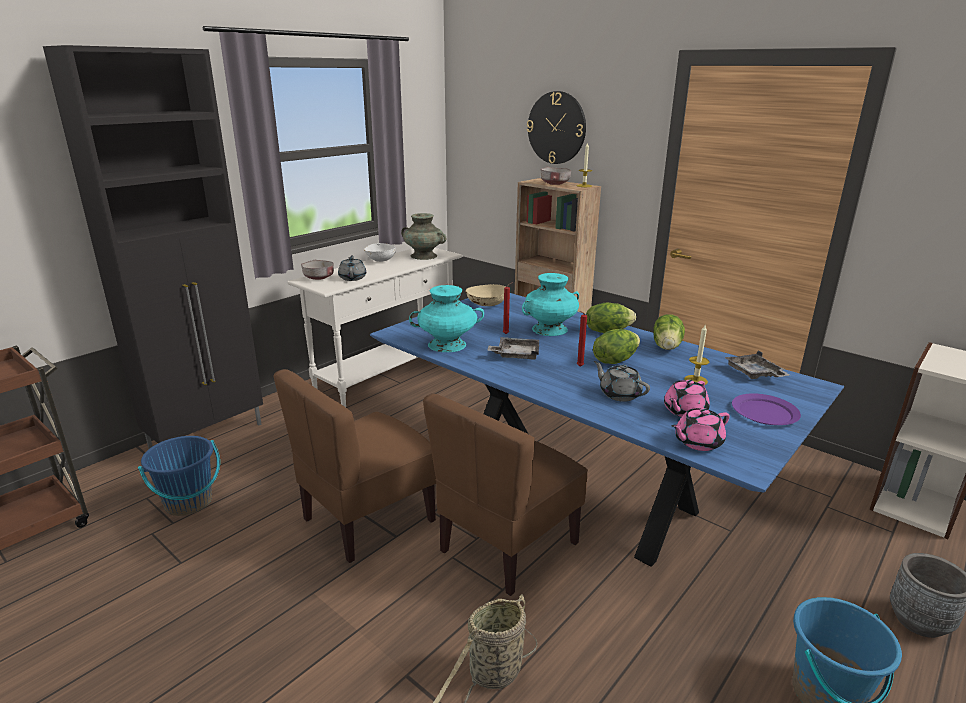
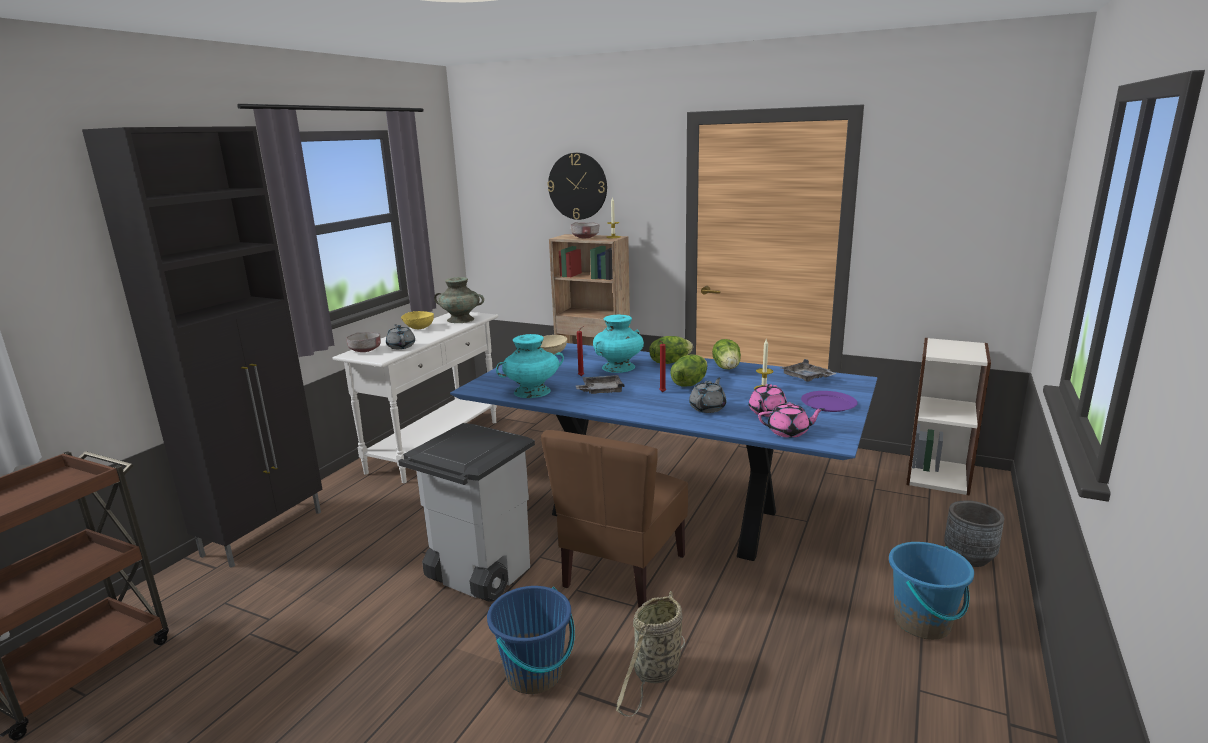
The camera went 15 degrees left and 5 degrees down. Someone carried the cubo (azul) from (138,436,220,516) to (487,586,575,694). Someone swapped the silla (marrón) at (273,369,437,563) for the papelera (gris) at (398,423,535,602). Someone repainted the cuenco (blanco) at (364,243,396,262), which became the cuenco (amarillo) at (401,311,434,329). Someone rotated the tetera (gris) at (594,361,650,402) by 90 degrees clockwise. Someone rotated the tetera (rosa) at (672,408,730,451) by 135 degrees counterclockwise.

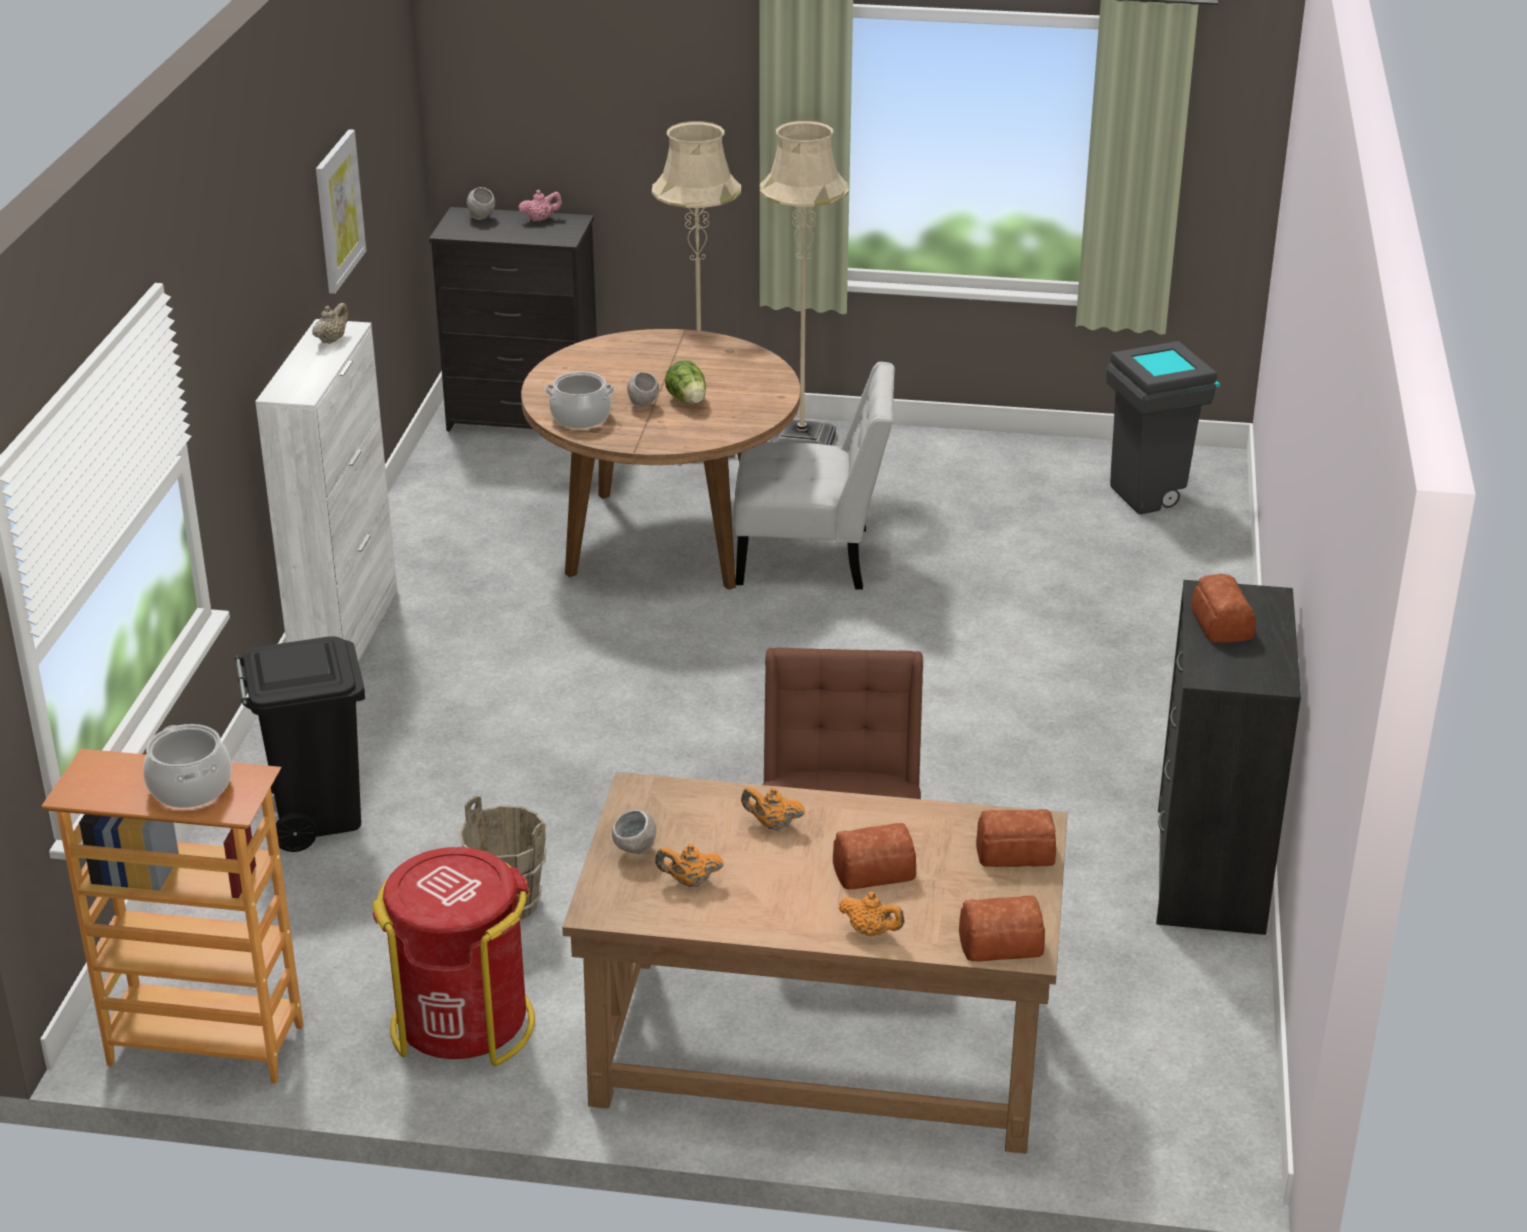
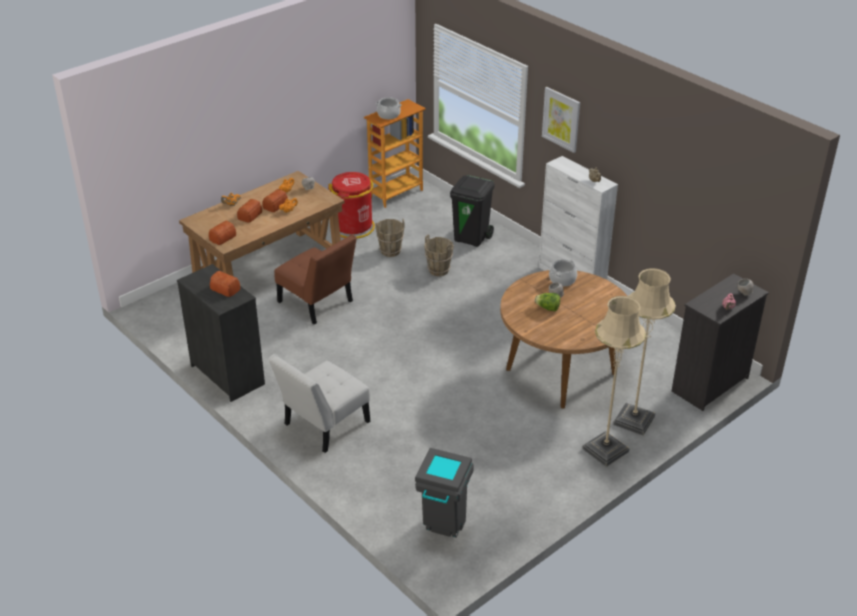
The camera went 130 degrees right and 5 degrees up. Someone carried the cuadro from (316,129,366,294) to (542,87,580,153). Someone carried the silla (blanco) from (734,362,895,590) to (268,354,370,453). Someone carried the pan from (959,896,1045,962) to (262,189,288,212). Someone put down the cubo (marrón) at (424,235,454,276).

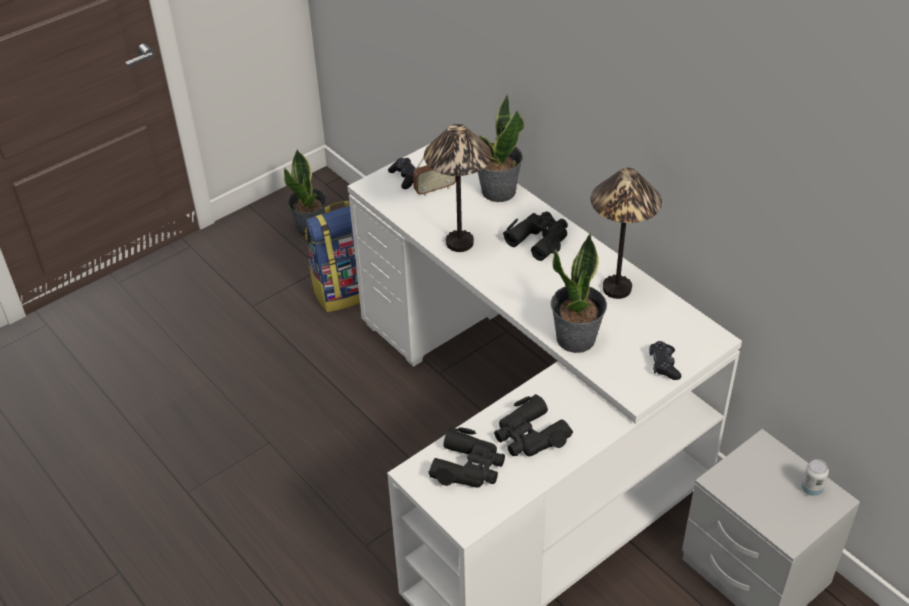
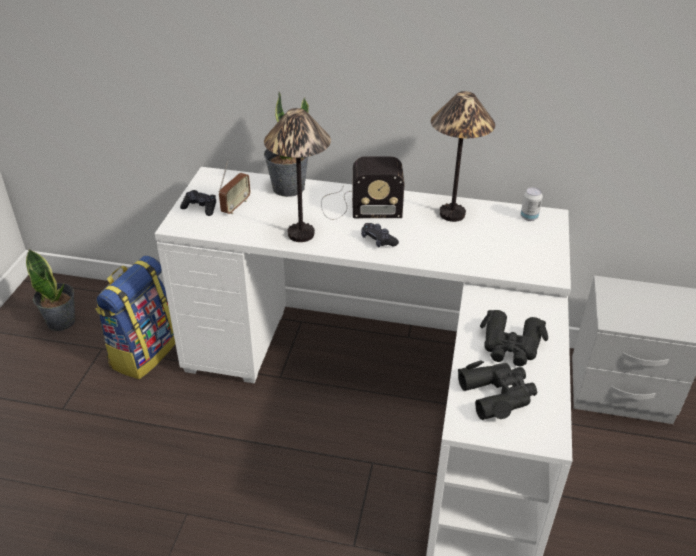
The camera went 40 degrees left and 5 degrees down. Someone swapped the prismáticos (negro) at (503,211,568,261) for the radio at (321,156,405,220). Someone took away the planta en maceta at (551,233,607,353). Someone carried the mando de consola (negro) from (649,341,681,380) to (361,223,399,248). Someone carried the lata from (801,459,829,496) to (521,187,543,221).

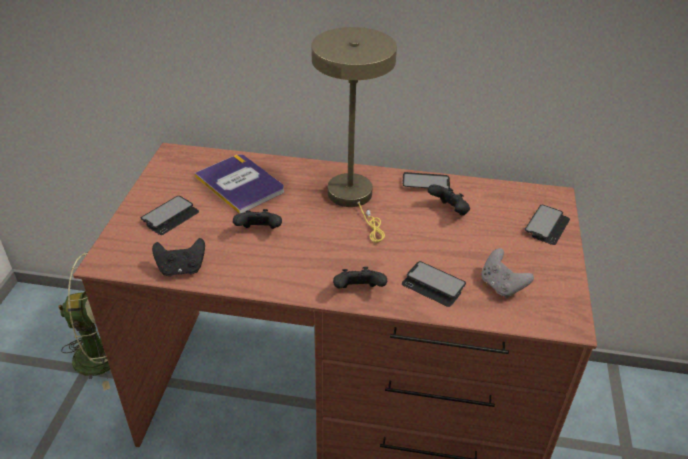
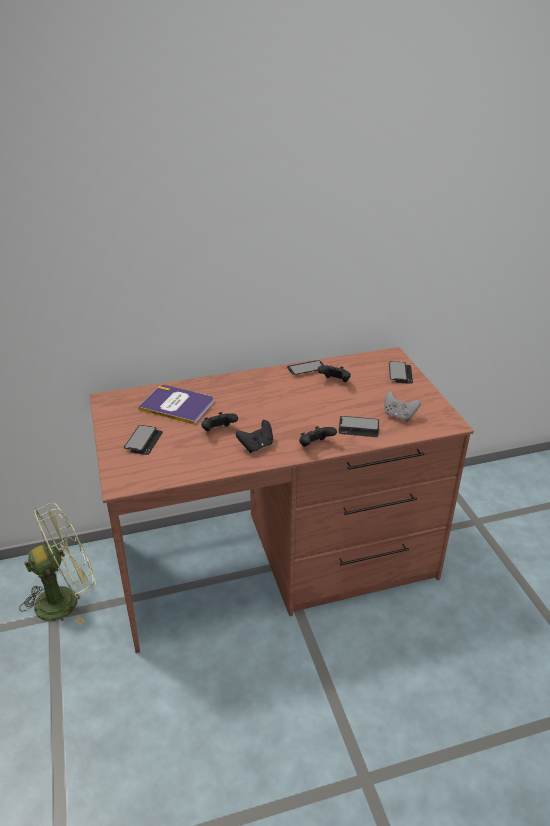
The camera went 25 degrees left and 5 degrees down. Someone carried the mando de consola (negro) from (152,238,205,276) to (236,420,273,453). Someone took away the lámpara de mesa (beis) at (311,27,397,243).

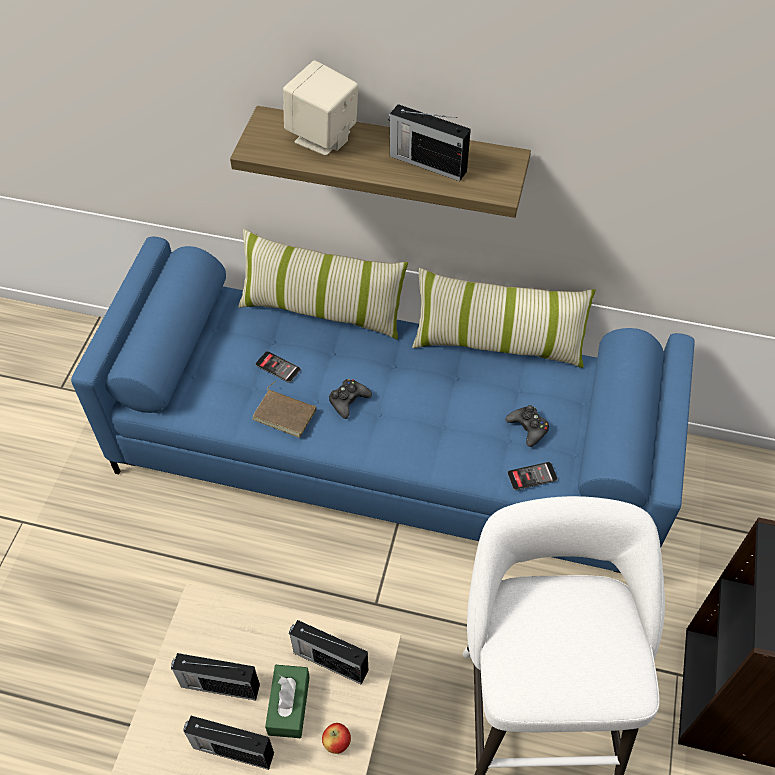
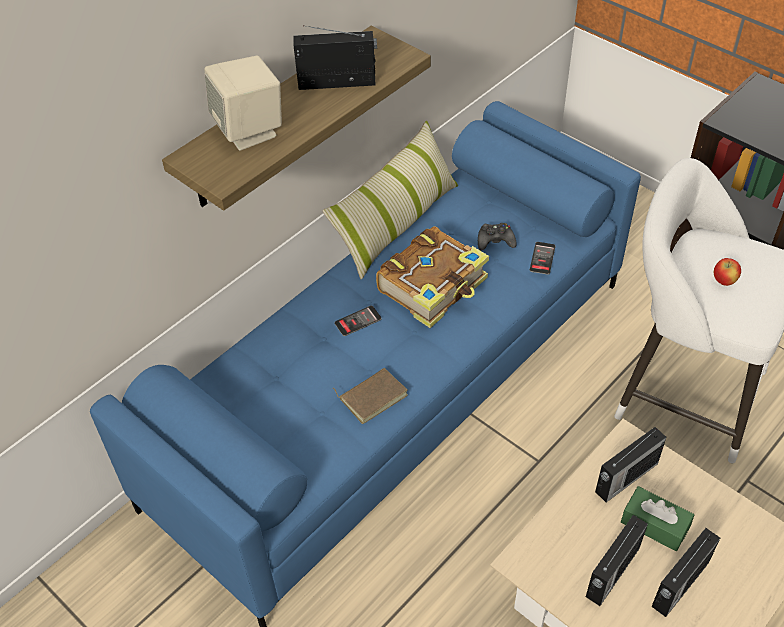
The camera went 60 degrees left and 5 degrees down. Someone took away the cojín at (238,229,408,340). Someone carried the móvil from (256,351,301,383) to (334,306,382,336). Someone carried the manzana from (322,723,351,754) to (714,258,741,286). Someone took away the mando de consola (negro) at (329,379,372,419). Someone rotated the radio at (388,104,471,181) by 150 degrees counterclockwise. Someone put down the libro at (376,226,489,328).

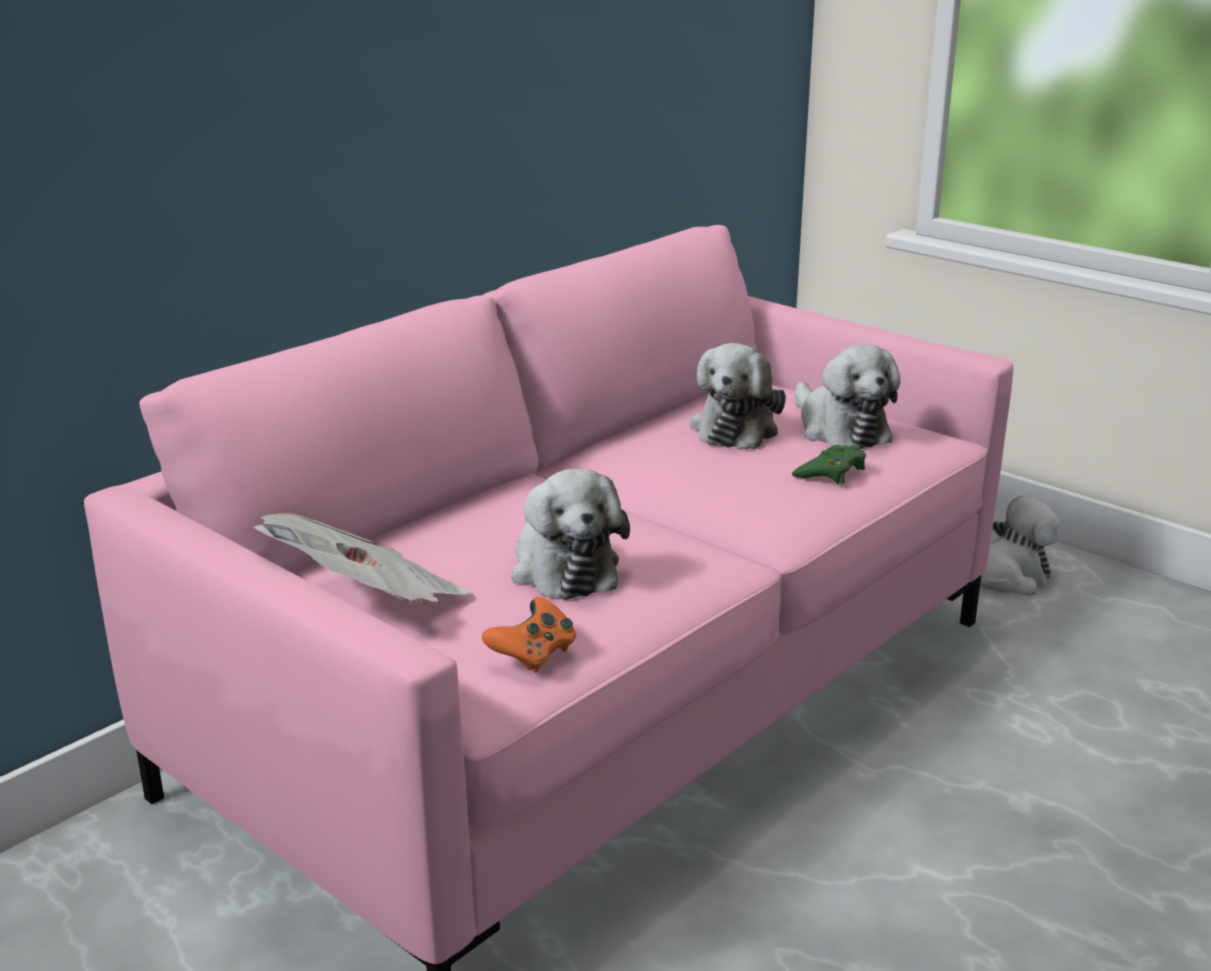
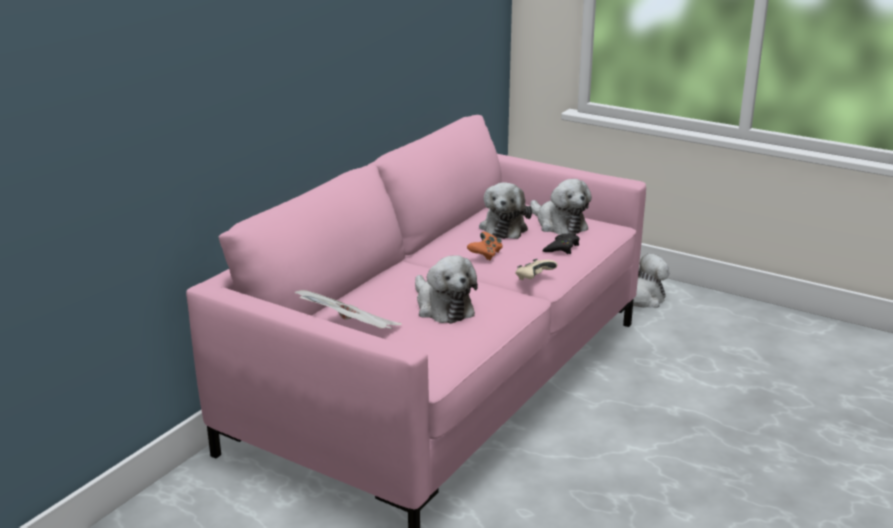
The camera went 10 degrees left and 0 degrees up. Someone carried the mando de consola (naranja) from (482,597,576,673) to (467,232,503,260). Someone repainted the mando de consola (verde) at (792,445,866,484), which became the mando de consola (negro) at (542,233,579,254). Someone put down the mando de consola (beis) at (516,259,557,280).

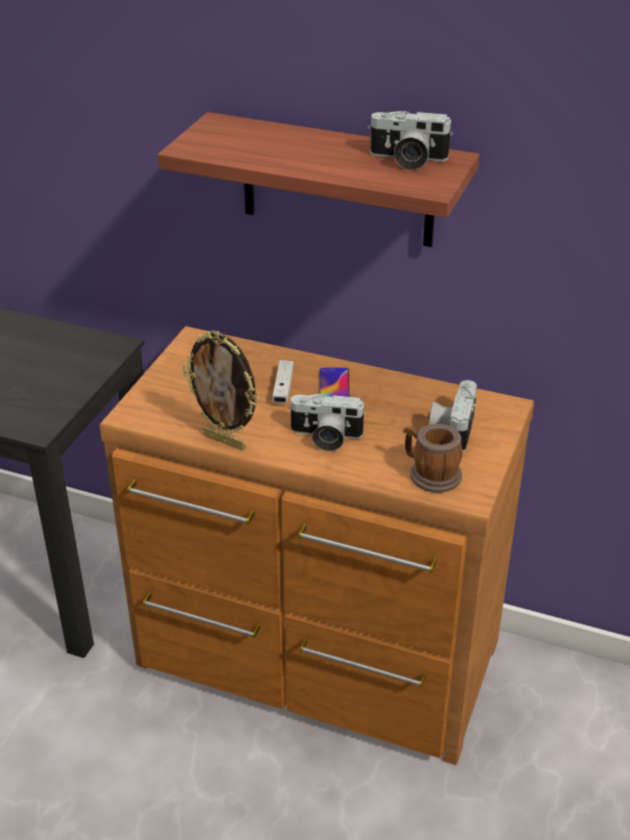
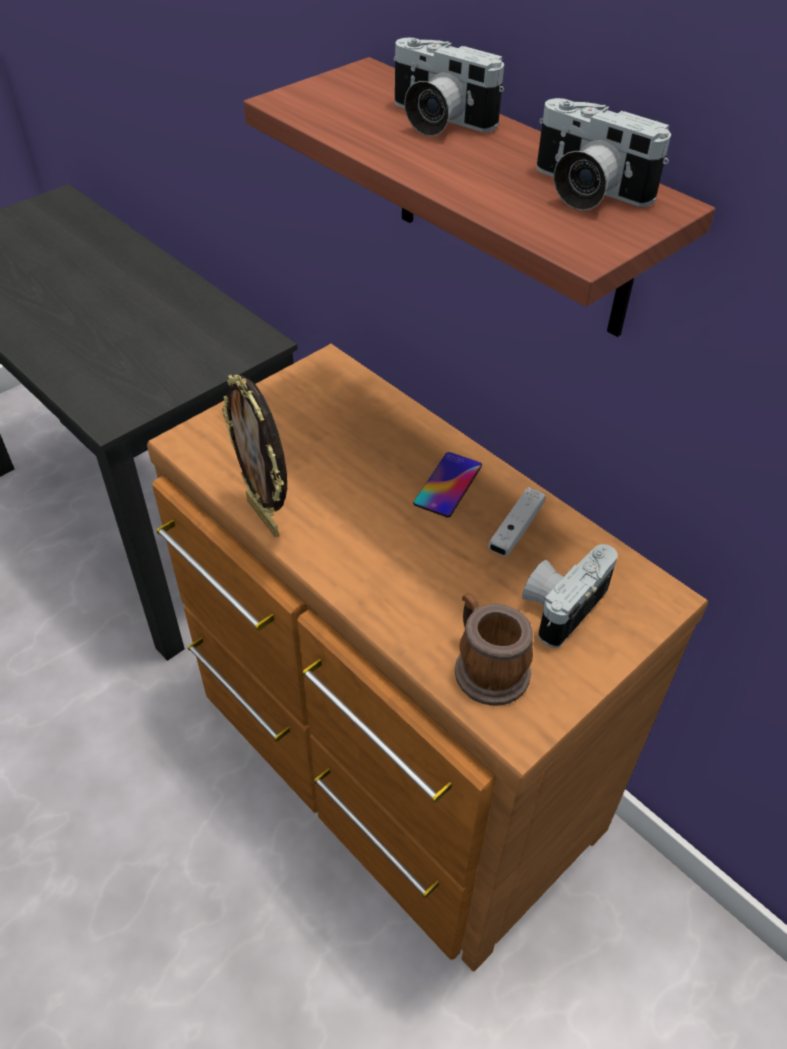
The camera went 25 degrees right and 10 degrees up. Someone carried the mando de consola (blanco) from (272,360,294,403) to (488,487,546,556). Someone carried the cámara from (288,394,367,451) to (393,38,504,136).

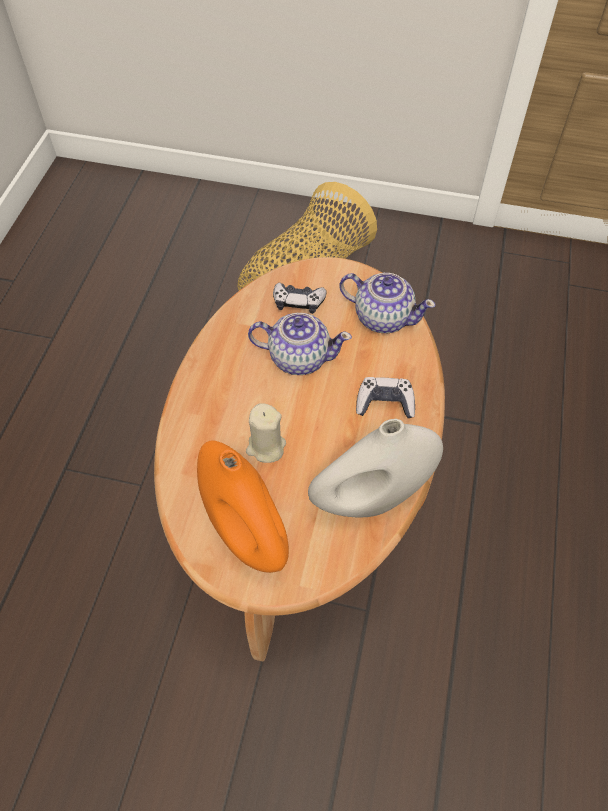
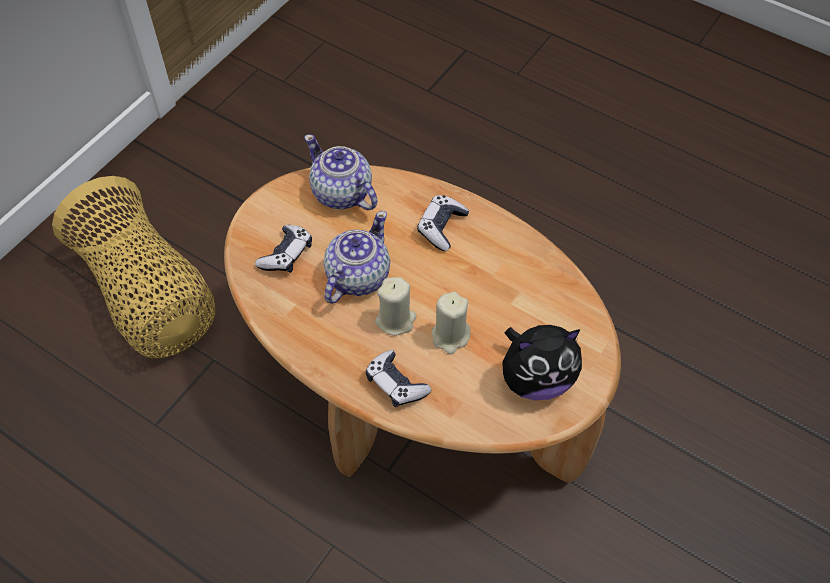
The camera went 70 degrees left and 0 degrees up. Someone swapped the florero (naranja) at (197,440,289,573) for the peluche at (502,325,582,400). Someone took away the florero (blanco) at (308,419,443,518). Someone rotated the tetera at (339,273,435,333) by 90 degrees counterclockwise. Someone put down the mando de consola at (366,350,431,407). Someone put down the vela (beis) at (375,277,416,336).

